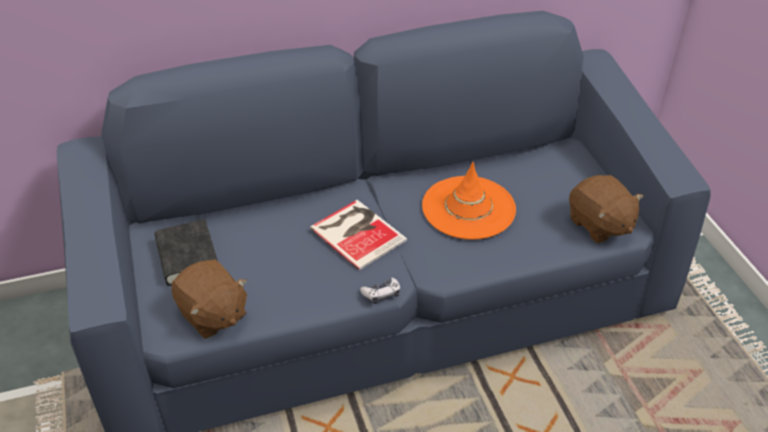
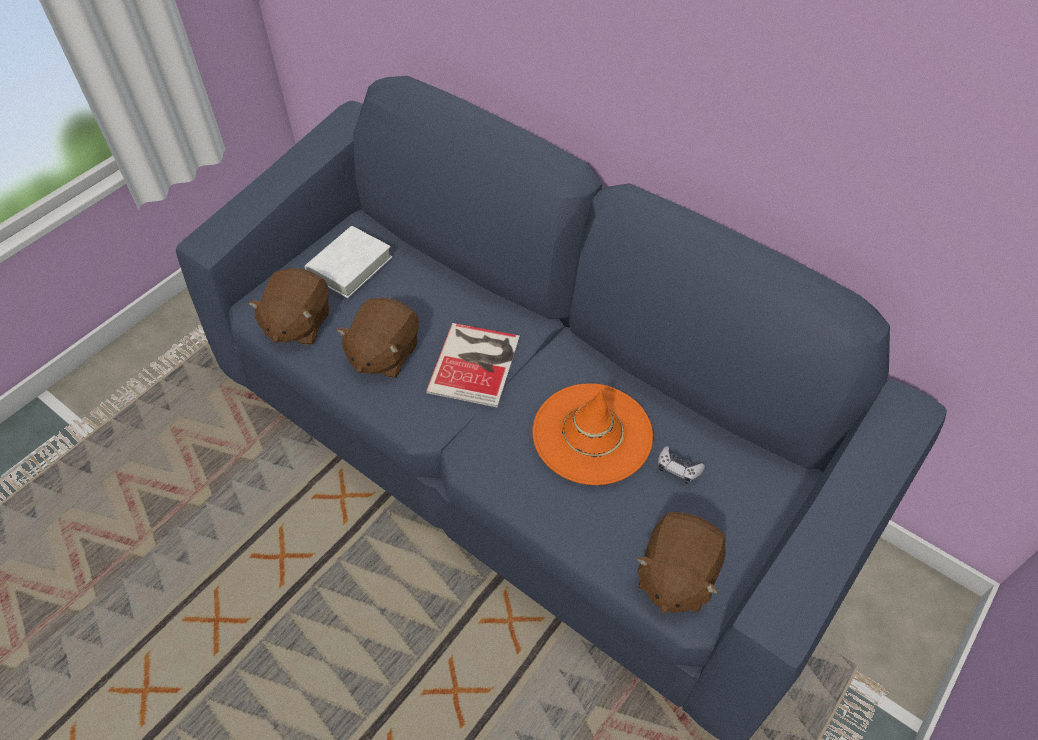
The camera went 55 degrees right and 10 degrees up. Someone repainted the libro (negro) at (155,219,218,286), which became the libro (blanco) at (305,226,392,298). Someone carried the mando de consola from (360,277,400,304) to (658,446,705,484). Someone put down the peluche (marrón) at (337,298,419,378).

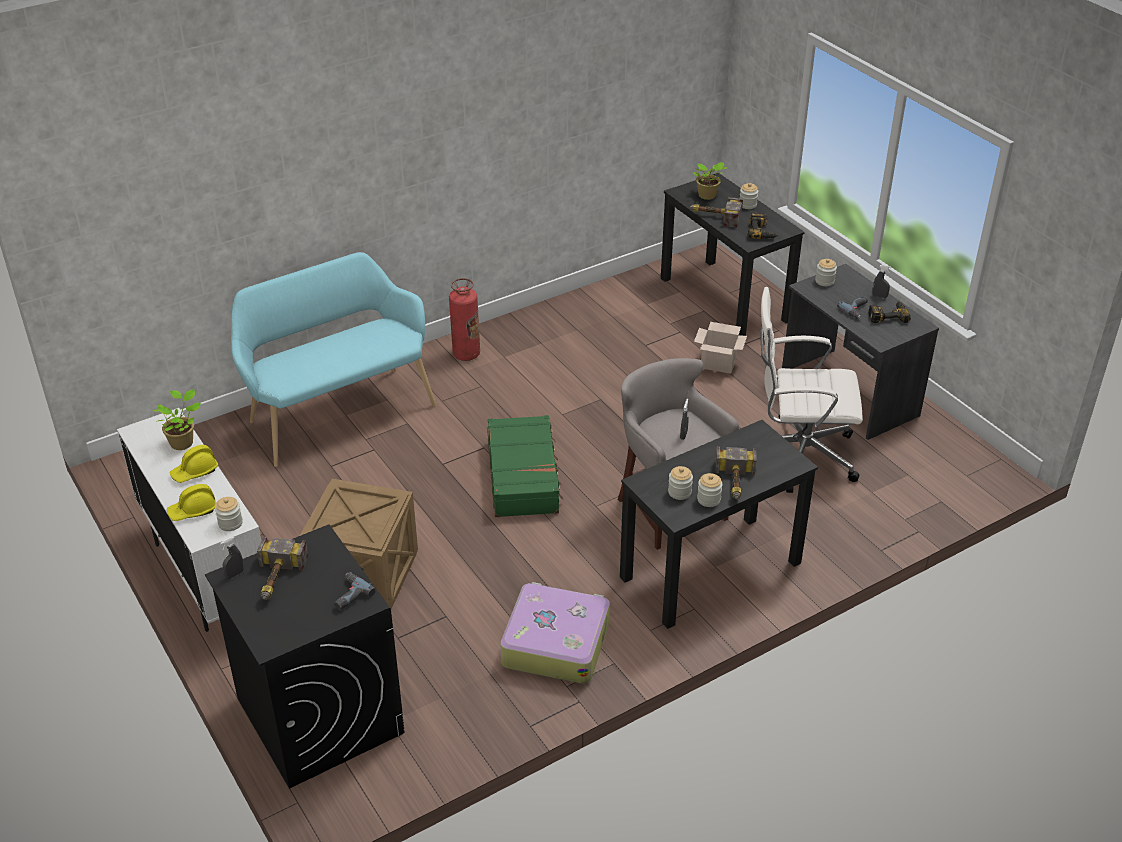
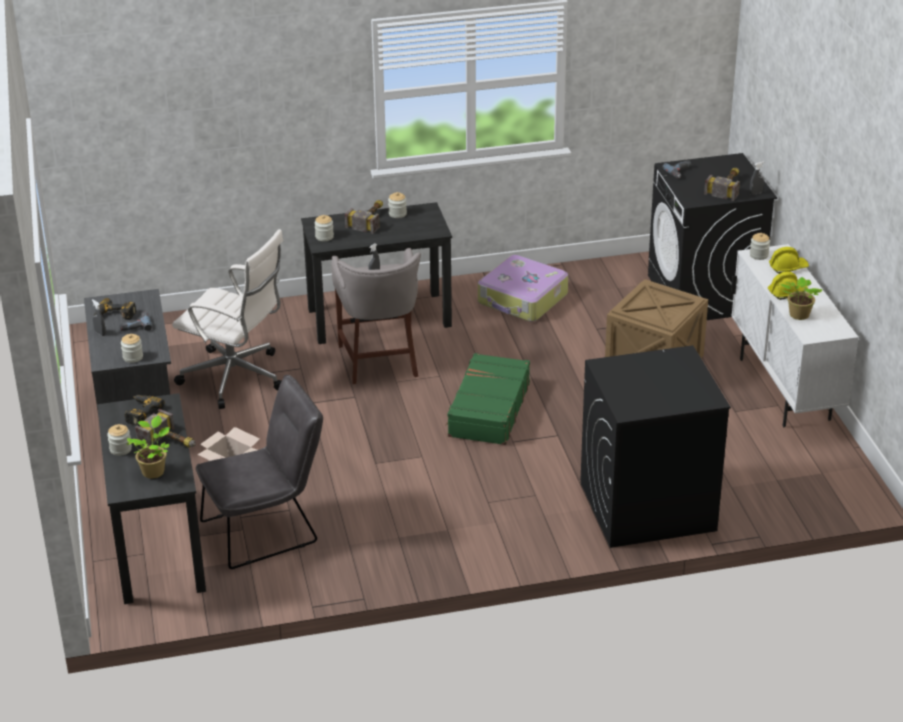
The camera went 160 degrees left and 5 degrees down. Someone swapped the banco (turquesa) at (231,252,436,467) for the lavadora (negro) at (580,345,731,548). Someone took away the extintor at (449,278,480,361). Someone carried the tarro from (668,466,693,500) to (314,215,334,241). Someone put down the silla (gris) at (196,375,323,569).

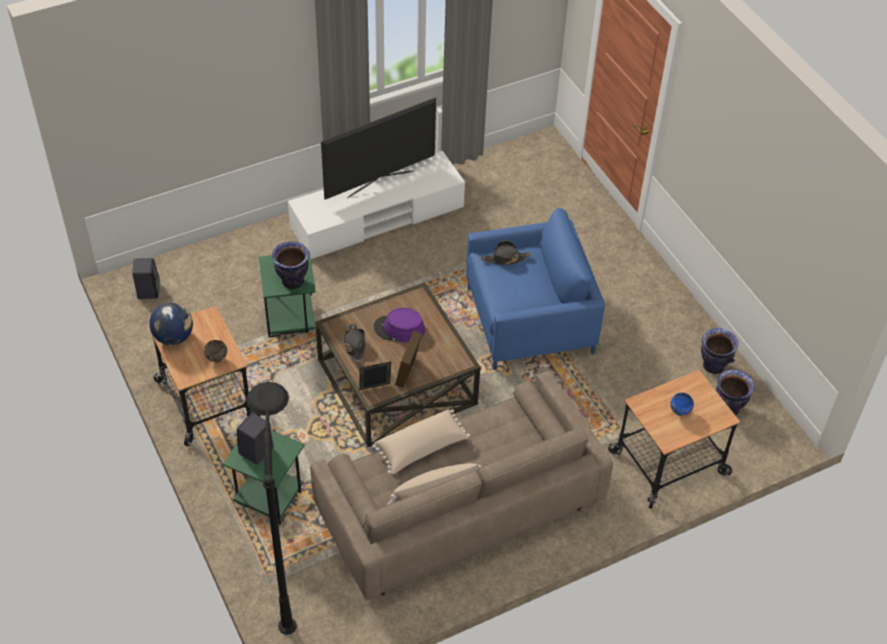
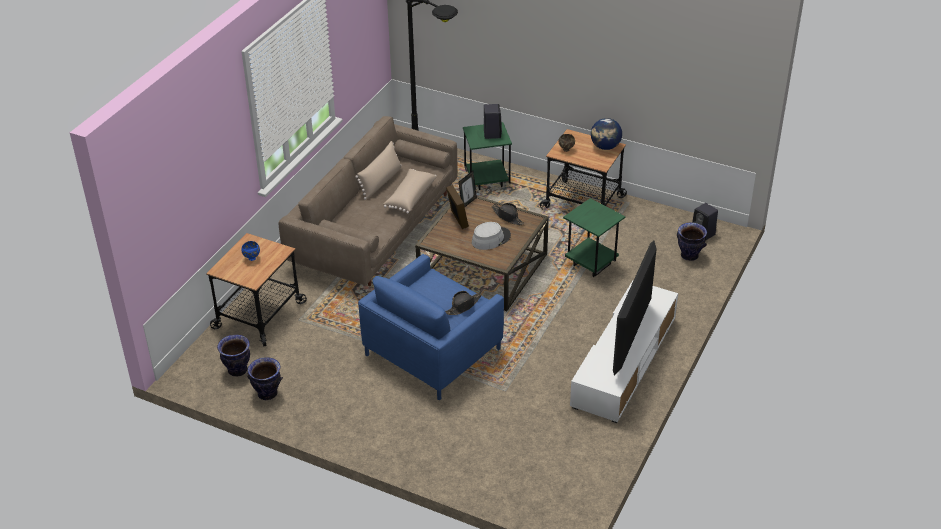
The camera went 145 degrees right and 10 degrees down. Someone carried the florero from (272,241,309,289) to (677,222,707,261). Someone repainted the sombrero (morado) at (374,308,425,342), which became the sombrero (gris) at (472,222,511,250).

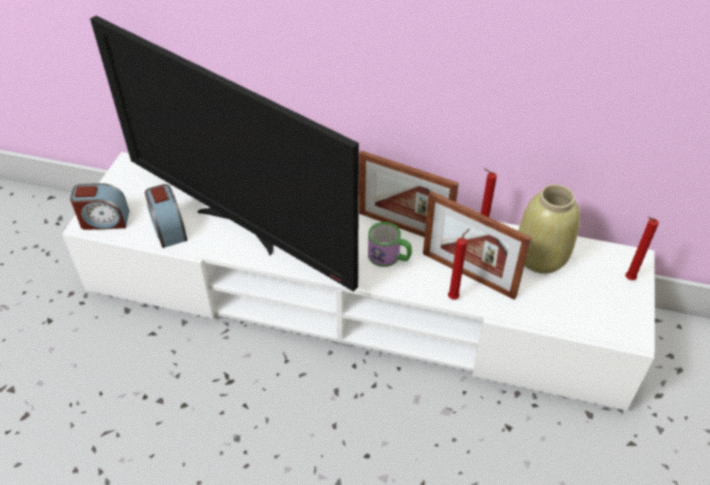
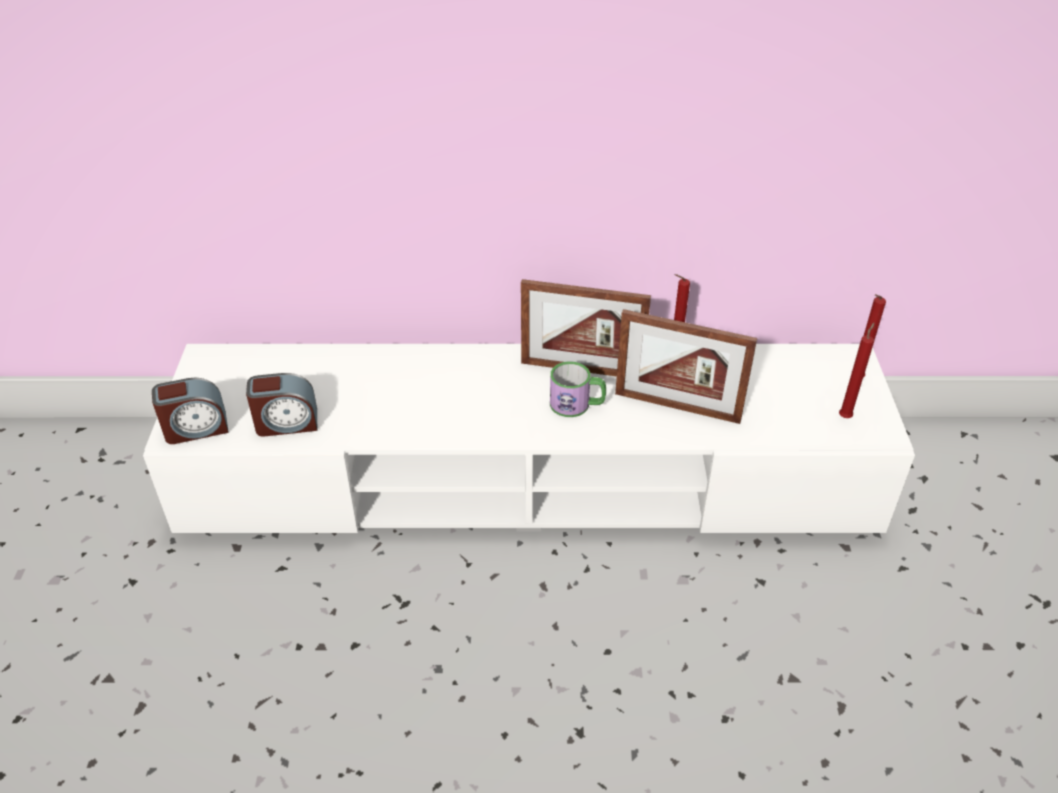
The camera went 15 degrees left and 5 degrees down. Someone took away the televisor at (90,16,359,292). Someone rotated the despertador at (145,184,187,248) by 60 degrees counterclockwise. Someone carried the vela (rojo) from (448,228,470,300) to (839,323,874,418). Someone took away the florero (beis) at (518,184,580,274).

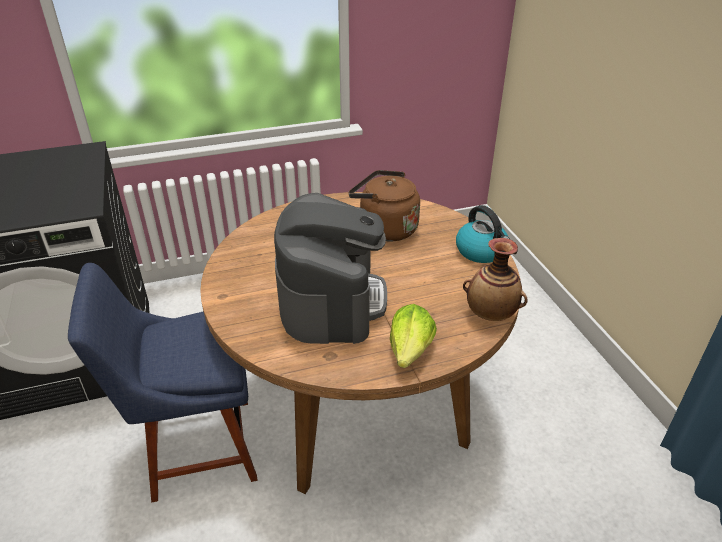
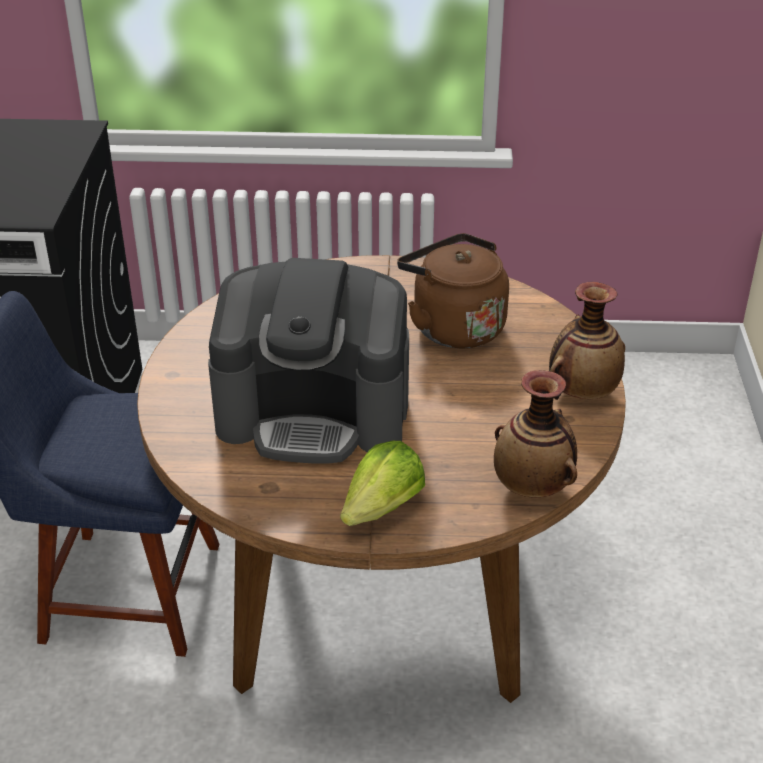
The camera went 20 degrees right and 0 degrees up. Someone rotated the cafetera at (274,193,387,344) by 75 degrees clockwise. Someone swapped the hervidor at (456,205,510,263) for the florero at (549,282,625,399).

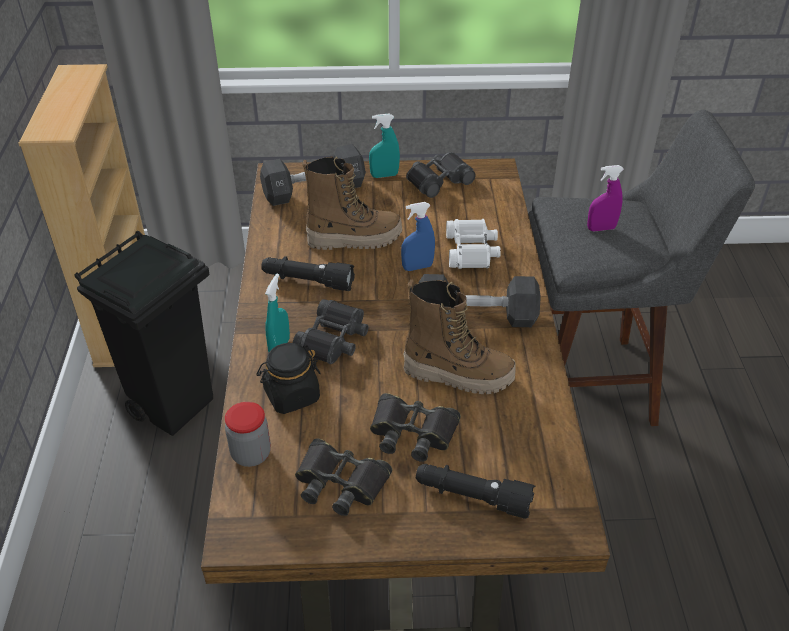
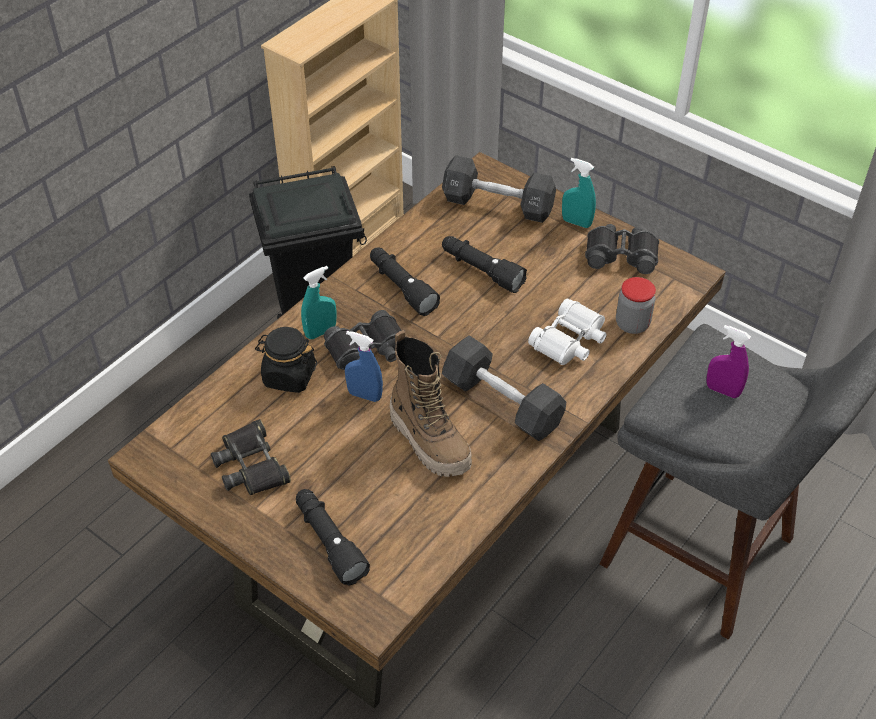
The camera went 40 degrees right and 5 degrees up. Someone carried the tarro from (225,402,271,467) to (616,277,656,334). Someone swapped the bota at (303,156,402,250) for the linterna (negro) at (442,236,527,293). Someone took away the prismáticos (negro) at (370,393,461,462). Someone carried the pulverizador (azul) from (401,202,435,271) to (345,331,383,402).

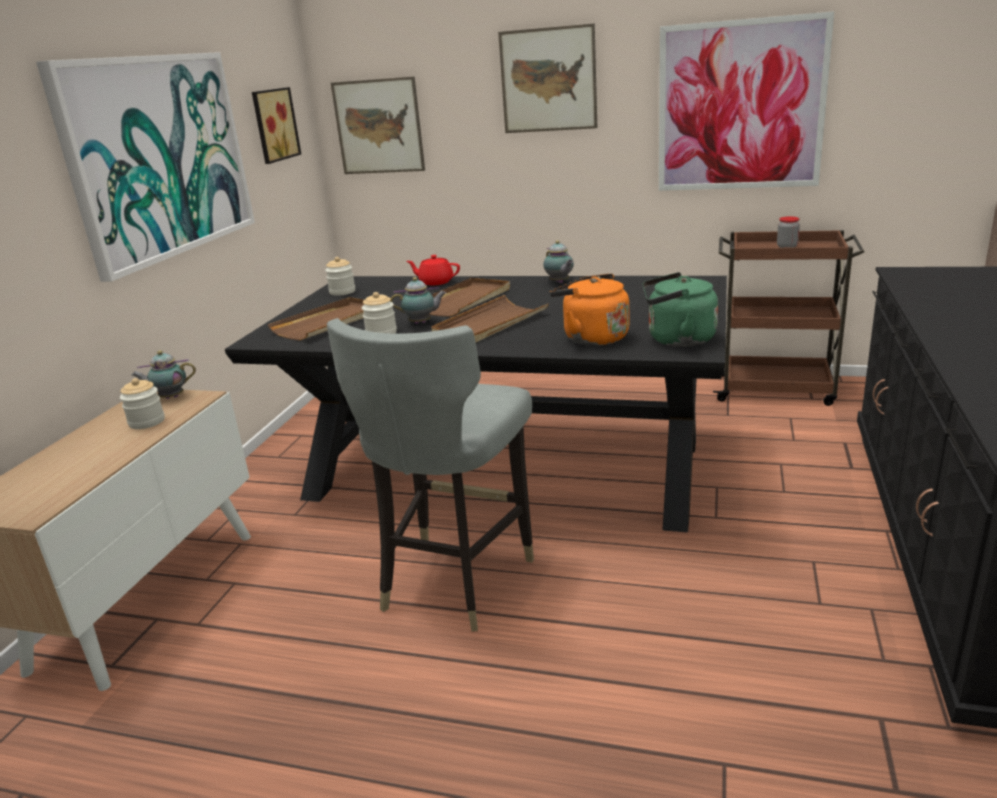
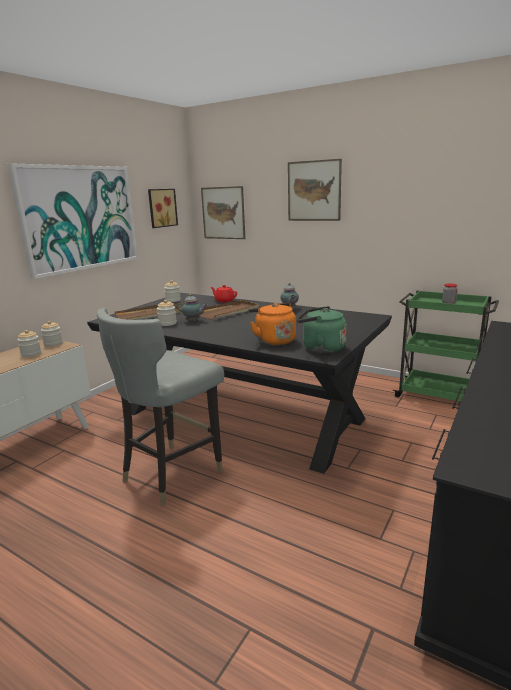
The camera went 15 degrees right and 5 degrees down. Someone swapped the tetera at (132,351,196,399) for the tarro at (41,321,63,347). Someone took away the bandeja (marrón) at (431,295,549,342). Someone took away the cuadro at (659,12,834,191). Someone repainted the carrito (marrón) at (713,230,865,406), which became the carrito (verde) at (392,290,499,402).

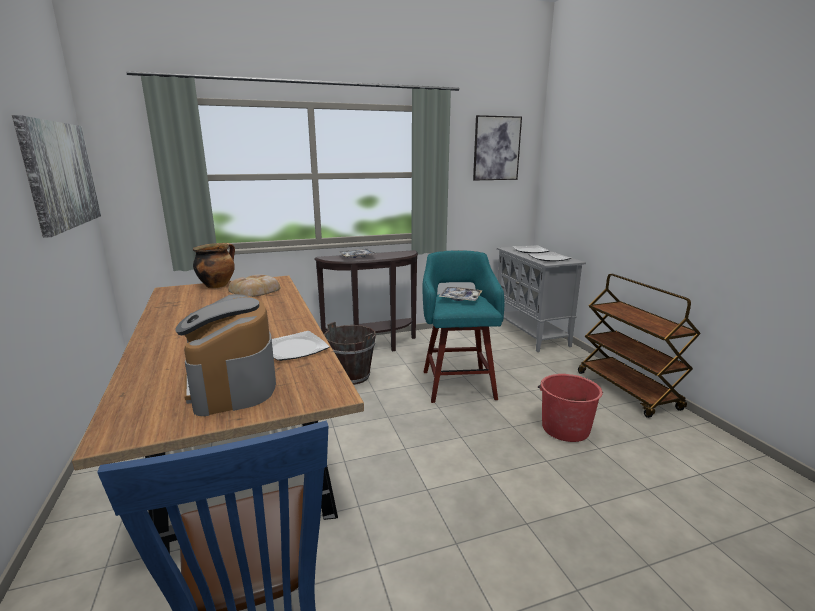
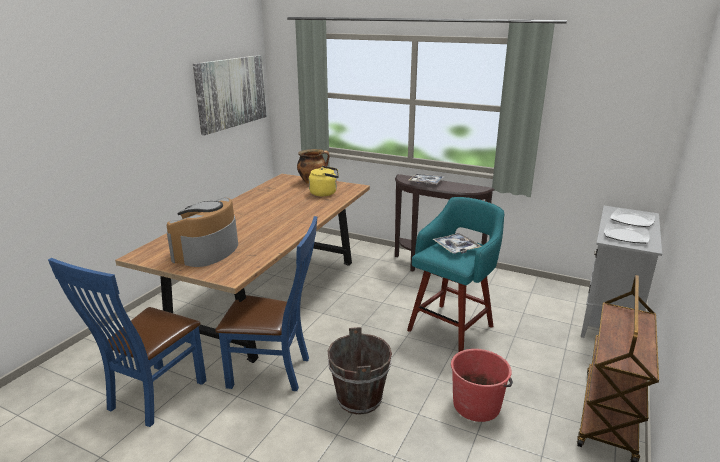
The camera went 45 degrees right and 5 degrees up. Someone swapped the pan at (228,274,280,297) for the hervidor (amarillo) at (309,166,339,196). Someone took away the plato at (272,331,330,361). Someone carried the cubo (marrón) from (324,322,376,385) to (328,327,392,415). Someone took away the cuadro at (473,115,522,180). Someone put down the silla (azul) at (215,216,317,391).

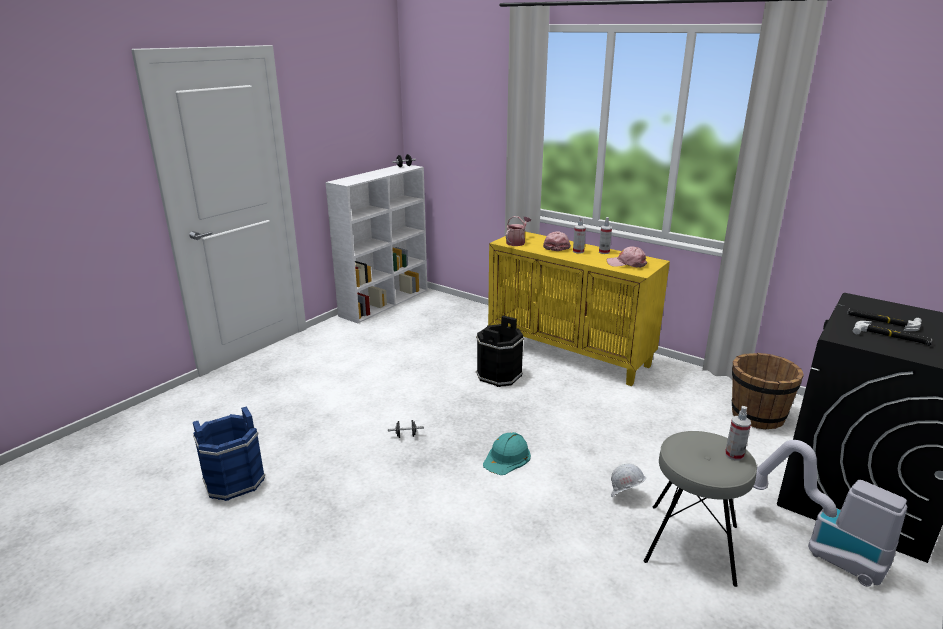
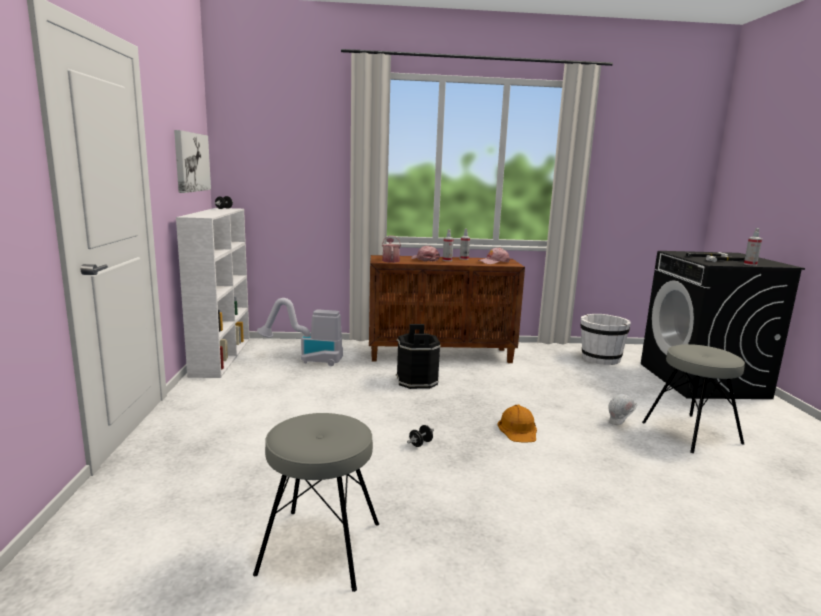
The camera went 40 degrees left and 10 degrees down. Someone swapped the cubo (azul) at (193,406,265,501) for the taburete (gris) at (253,413,379,592). Someone repainted the casco (turquesa) at (483,432,531,475), which became the casco (naranja) at (497,405,537,443). Someone repainted the armario (amarillo) at (488,232,670,386), which became the armario (marrón) at (369,255,525,363). Someone carried the pulverizador from (725,406,751,461) to (744,228,762,266). Someone repainted the cubo (marrón) at (732,353,804,429), which became the cubo (blanco) at (580,314,631,365). Someone carried the aspiradora from (753,440,907,587) to (257,298,343,366). Someone put up the cuadro at (174,130,211,193).

